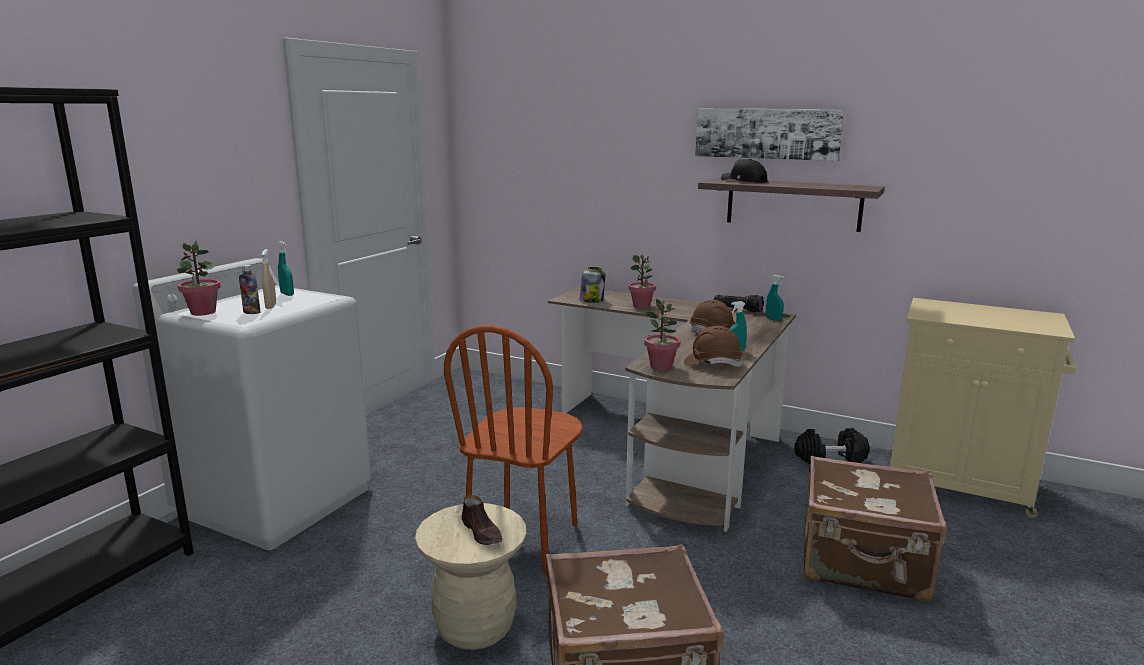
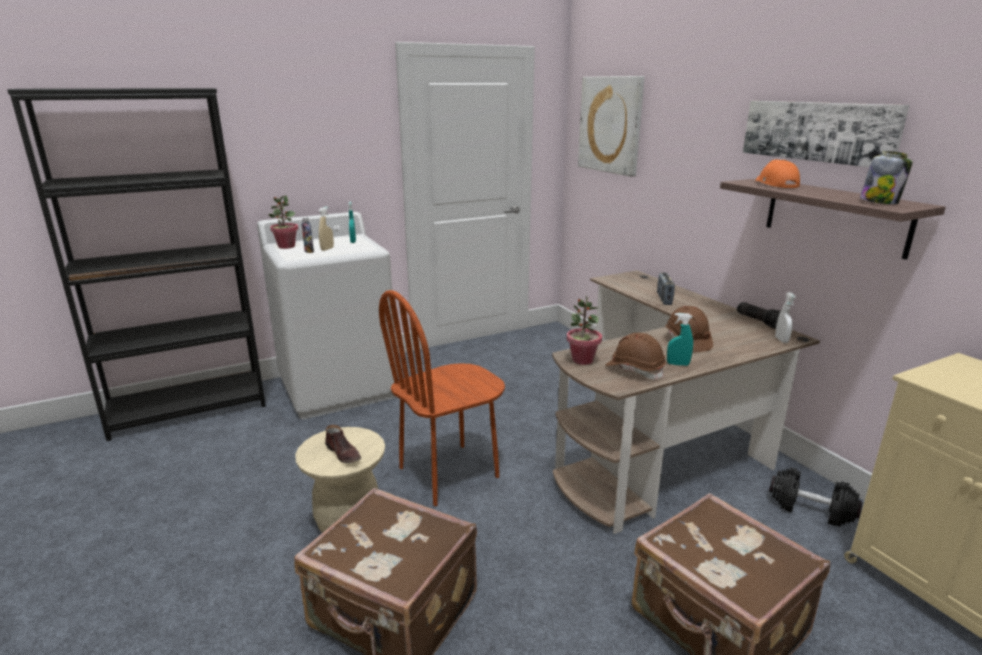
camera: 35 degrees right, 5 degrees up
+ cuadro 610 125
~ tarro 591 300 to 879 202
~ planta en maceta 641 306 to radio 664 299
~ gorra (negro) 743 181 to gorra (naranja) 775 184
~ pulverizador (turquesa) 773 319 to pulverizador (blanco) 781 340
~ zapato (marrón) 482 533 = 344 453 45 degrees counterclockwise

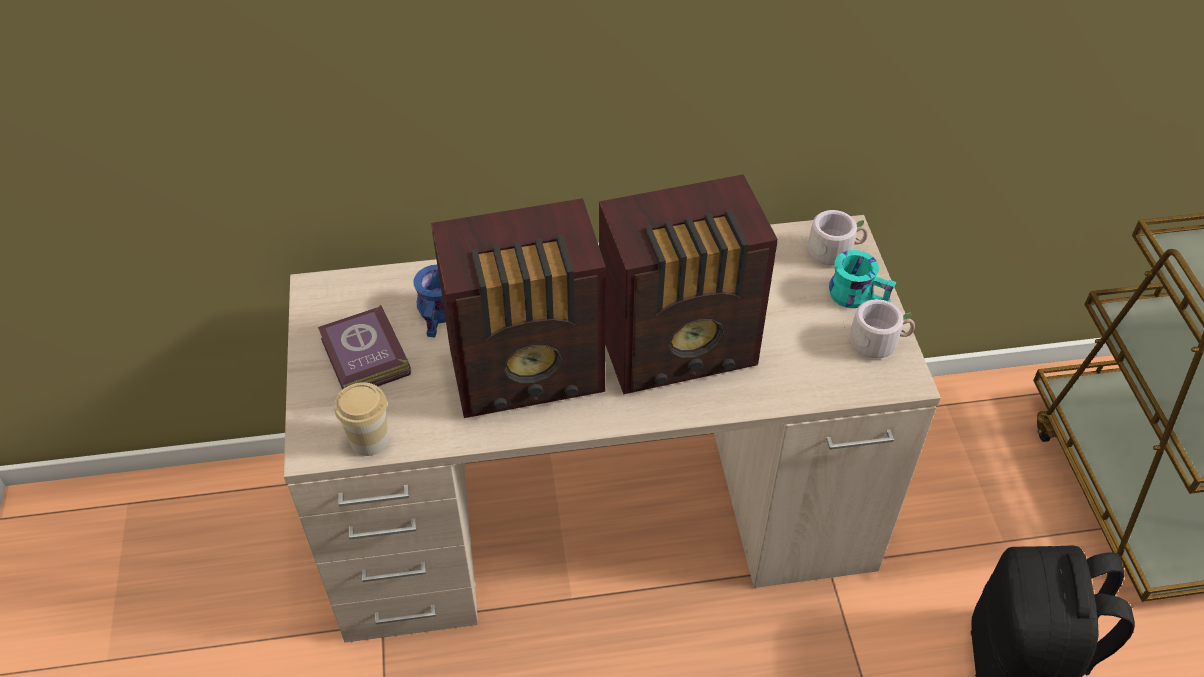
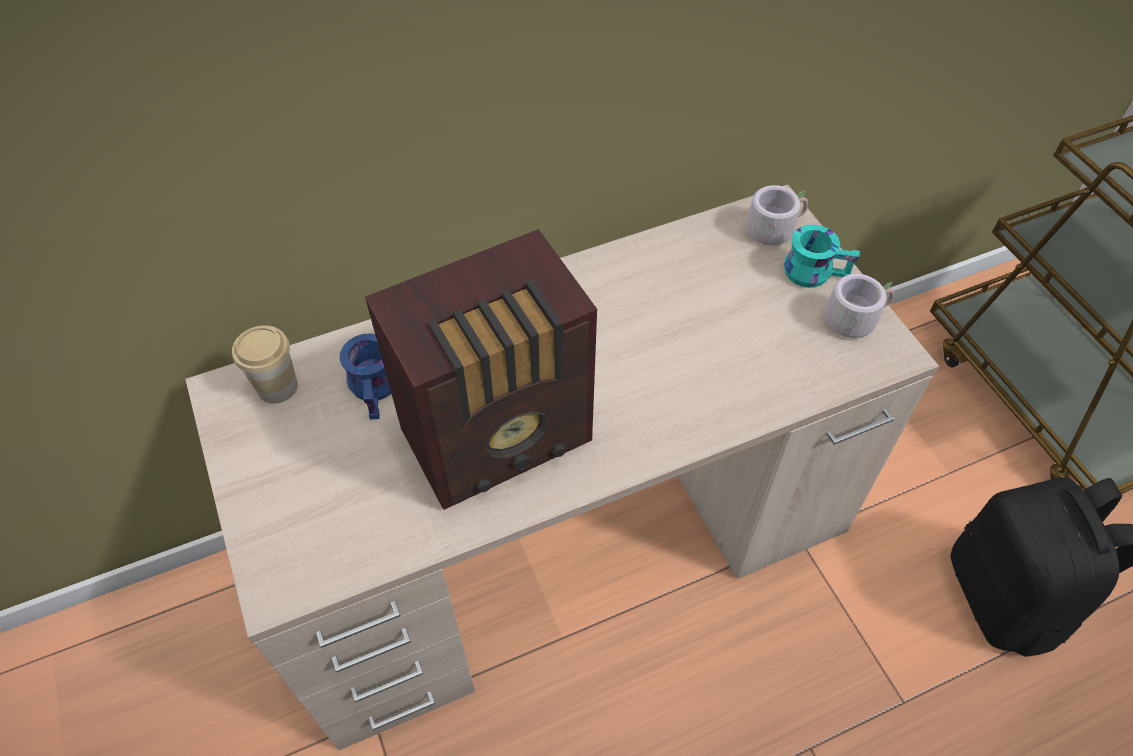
camera: 15 degrees left, 5 degrees up
- libro 364 359
- radio 681 349
~ taza 369 440 to 277 387

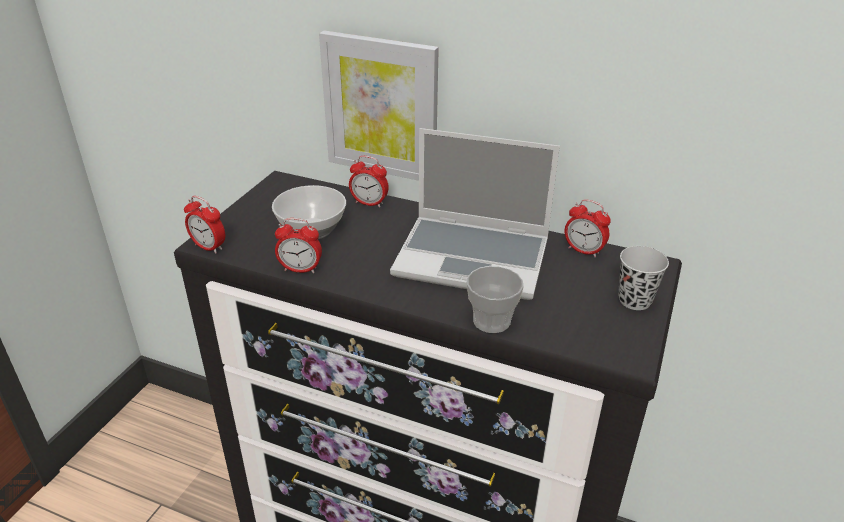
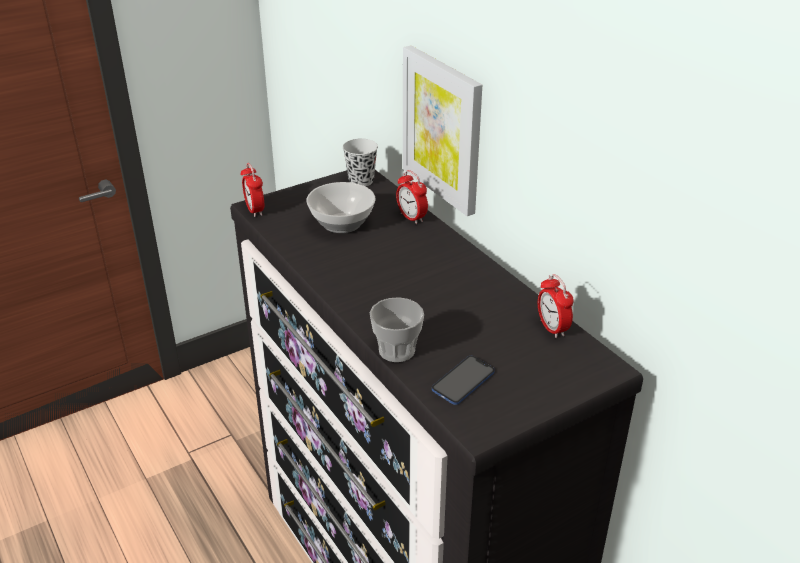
camera: 35 degrees right, 0 degrees up
- despertador 300 269
- portátil 474 258
+ móvil 463 381
~ taza (negro) 634 300 to 361 181

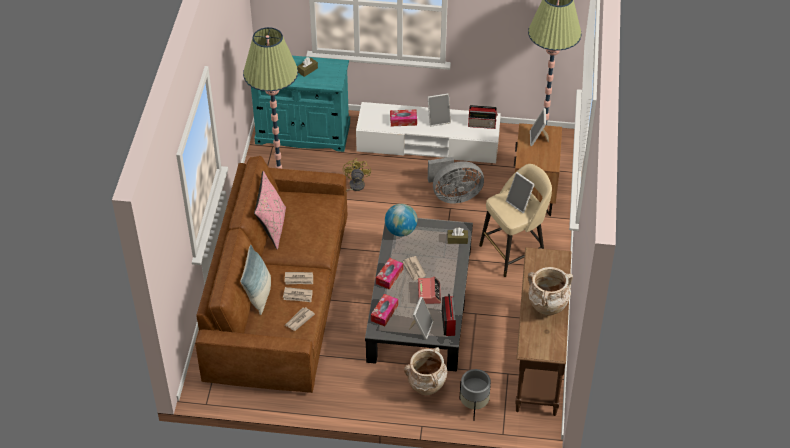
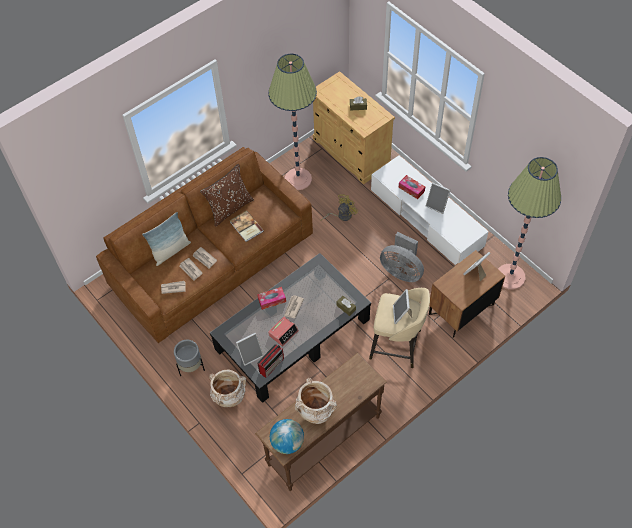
camera: 45 degrees right, 10 degrees up
- caja de pañuelos 384 313
- radio 482 124
+ libro 246 227
~ globo terráqueo 401 231 to 287 442
~ maceta (gris) 474 406 to 191 367
~ armario (turquesa) 302 133 to armario (beis) 351 152
~ cojín (rosa) 272 227 to cojín (marrón) 229 208

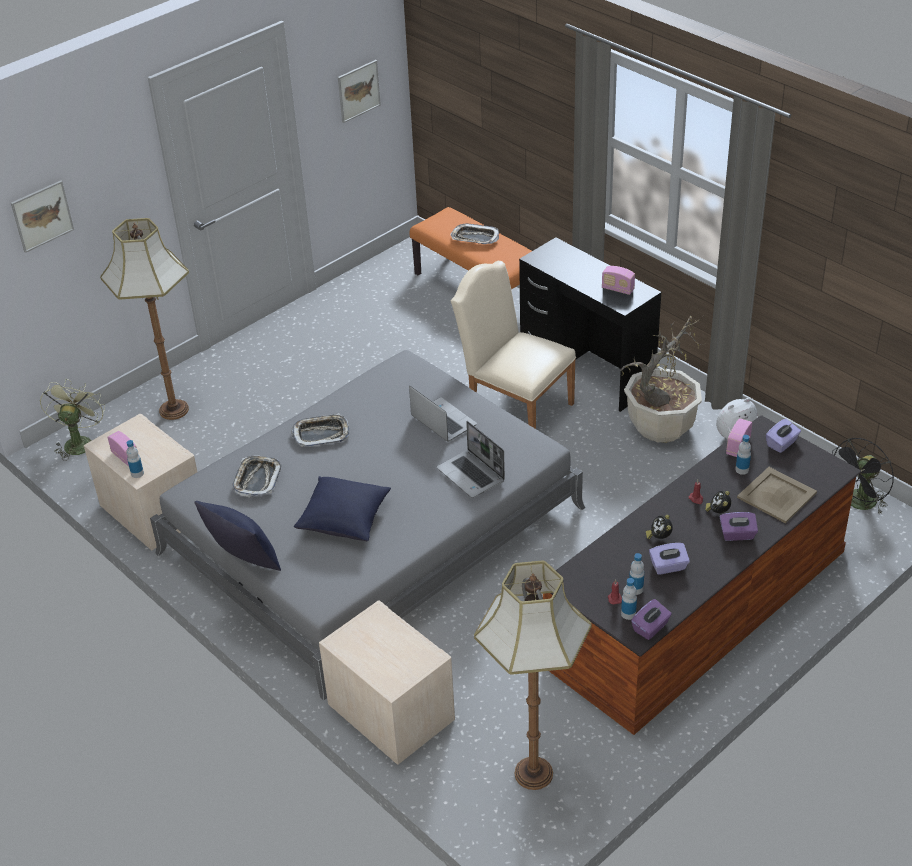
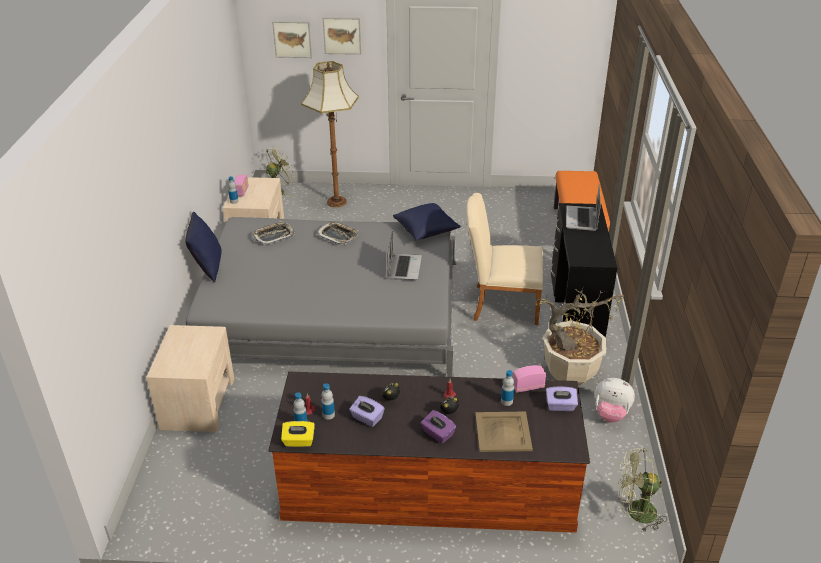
camera: 45 degrees right, 5 degrees down
- bandeja 474 238
- lámpara de pie 532 774
- radio 617 289
~ cojín (azul) 344 519 to 426 230
~ cuadro 358 91 to 342 35
~ portátil 472 475 to 582 219
~ caja de pañuelos (morado) 651 628 to caja de pañuelos (amarillo) 299 441
~ ventilador (negro) 858 504 to ventilador (verde) 635 513
~ silla (beis) 513 406 = 500 304 75 degrees counterclockwise

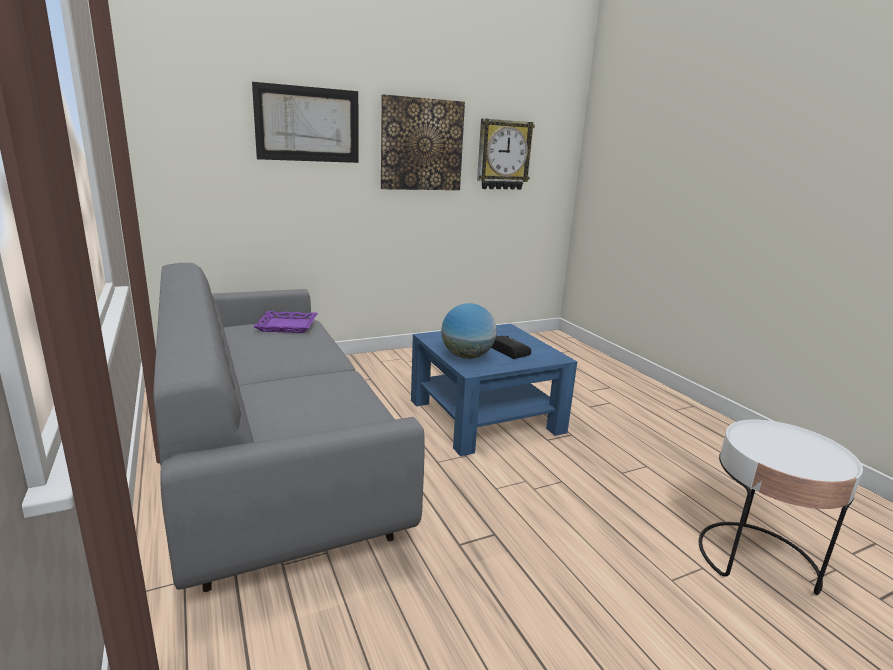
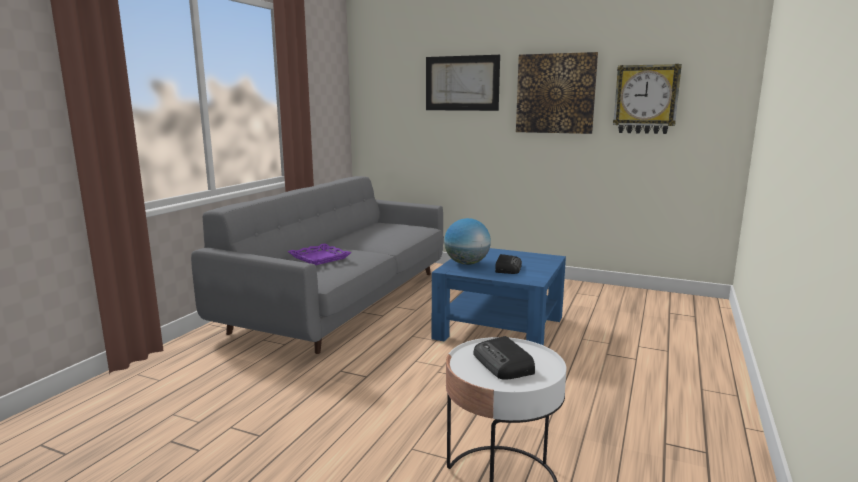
camera: 50 degrees right, 5 degrees down
+ radio 503 364
~ bandeja (morado) 287 326 to 319 258

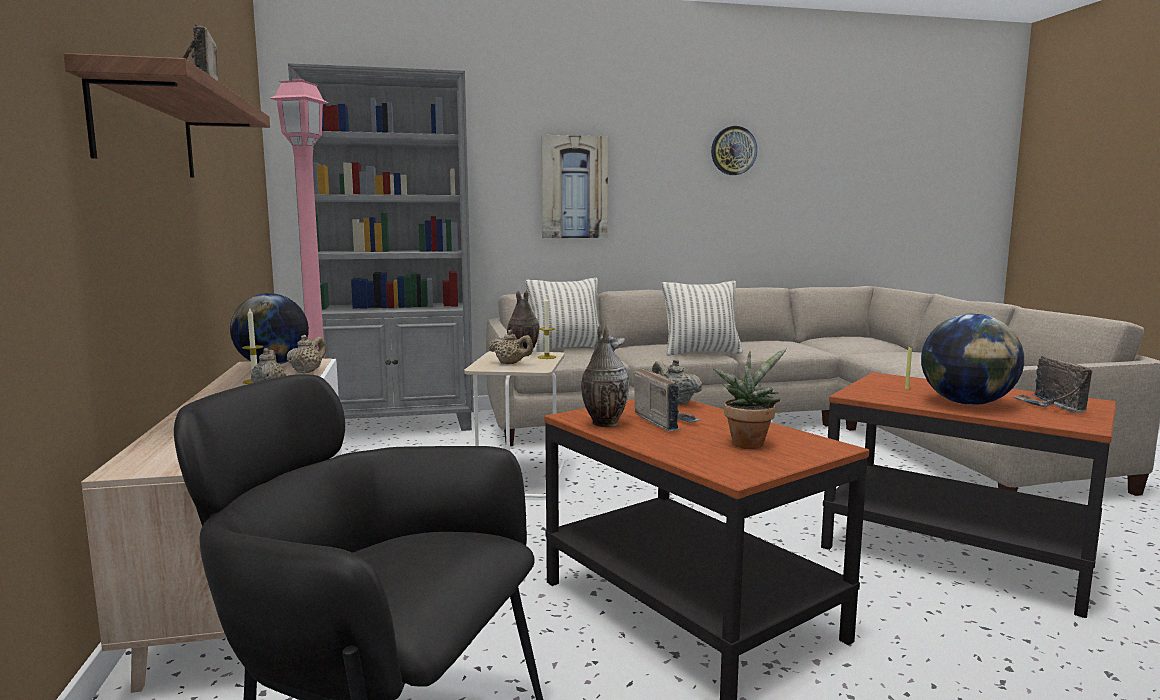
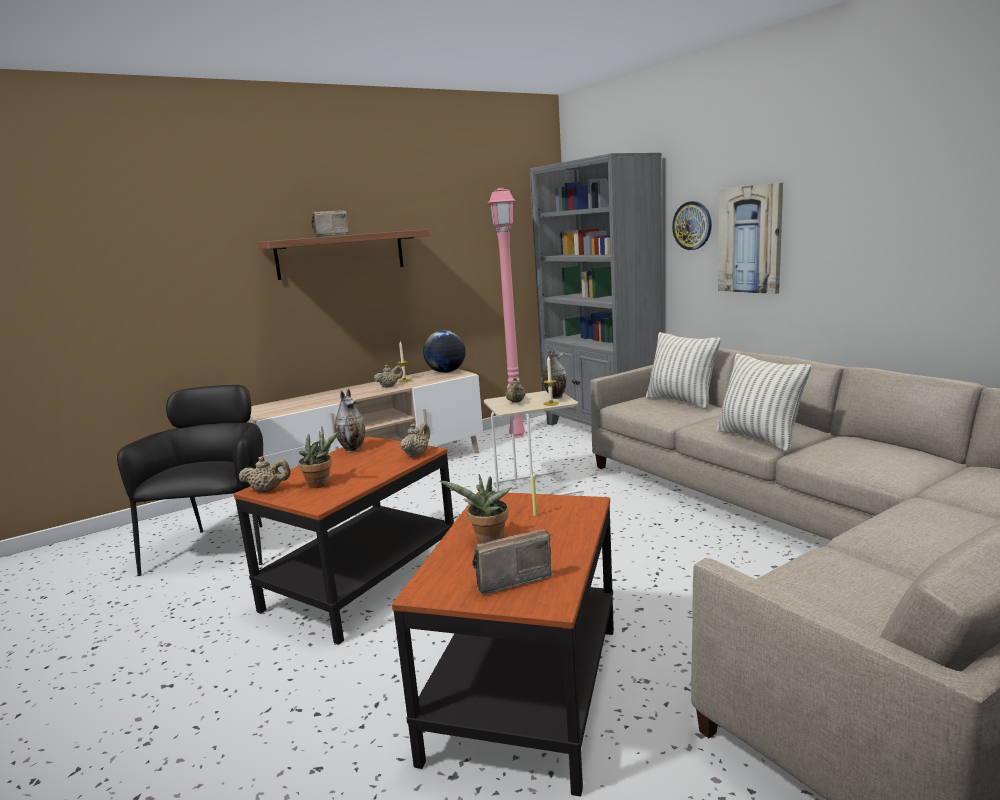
camera: 70 degrees right, 5 degrees up
- radio 664 421
~ tetera (beis) 307 372 to 267 490
~ reloj de pared 733 150 to 692 225
~ globo terráqueo 967 403 to planta en maceta 487 541

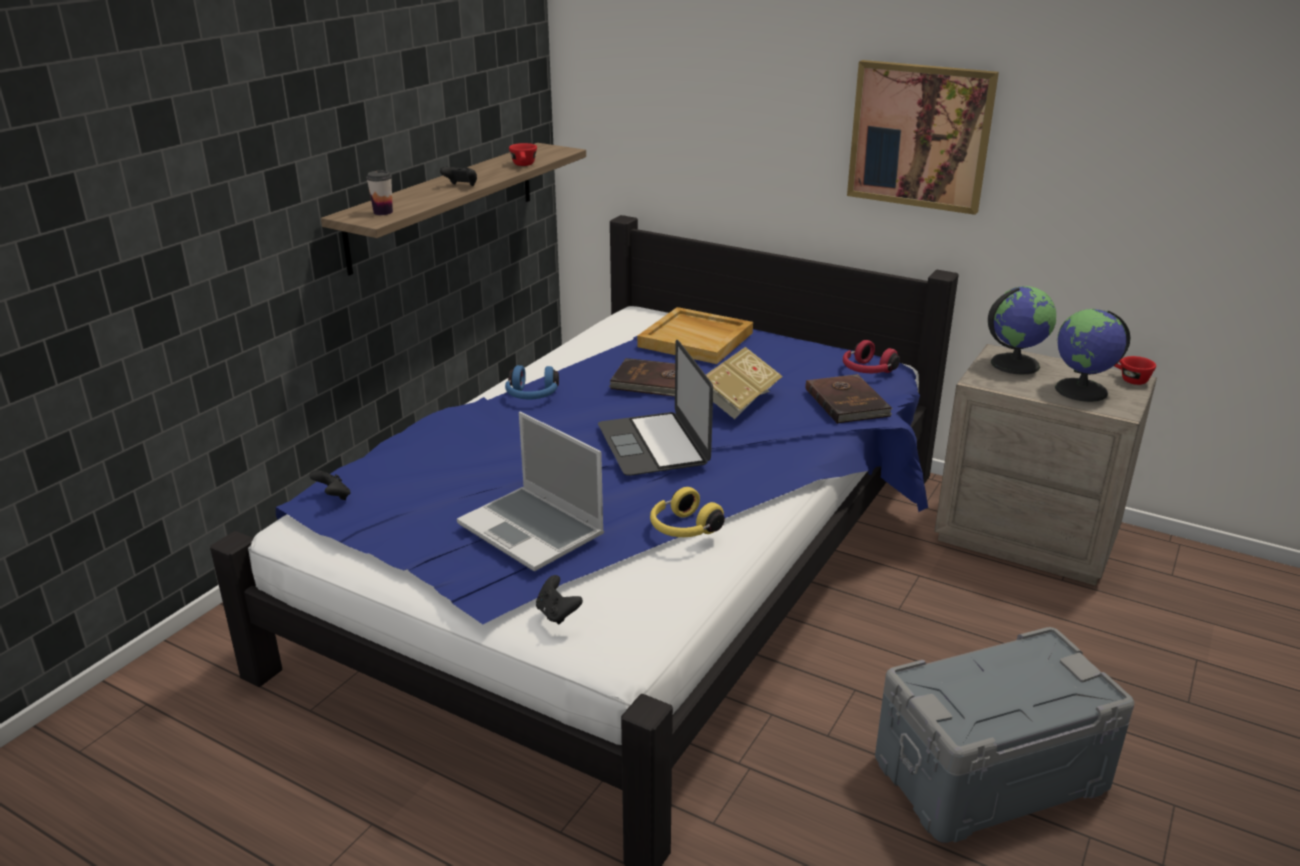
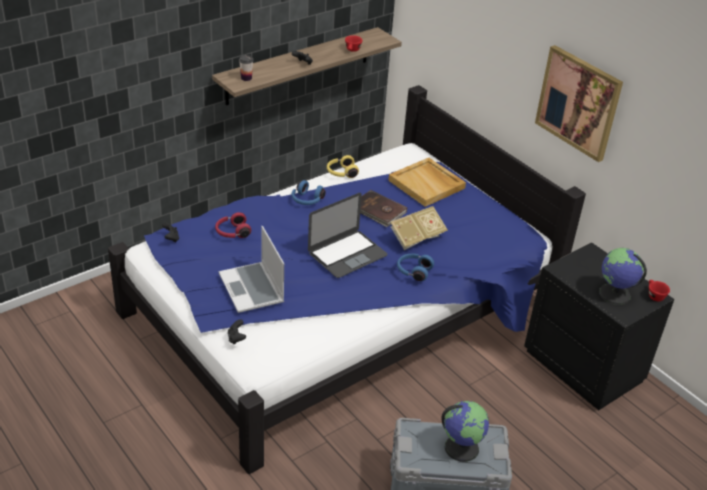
camera: 20 degrees right, 10 degrees up
- libro (marrón) 848 402
+ auriculares (azul) 413 271
~ auriculares (amarillo) 683 529 to 341 173
~ auriculares (rojo) 867 371 to 232 232
~ globo terráqueo 1014 364 to 461 447
~ mesita de noche (beis) 1027 536 to mesita de noche (negro) 584 366
~ portátil 653 444 = 347 254 135 degrees counterclockwise

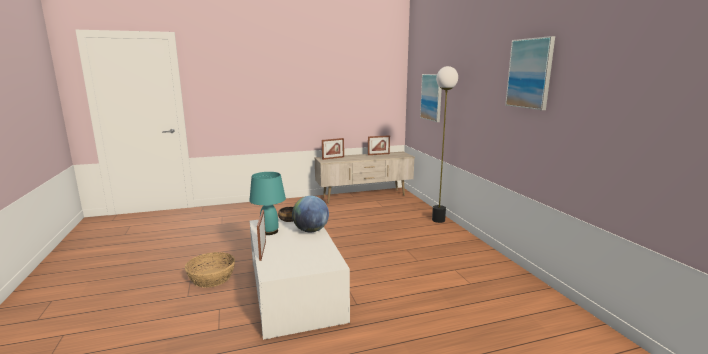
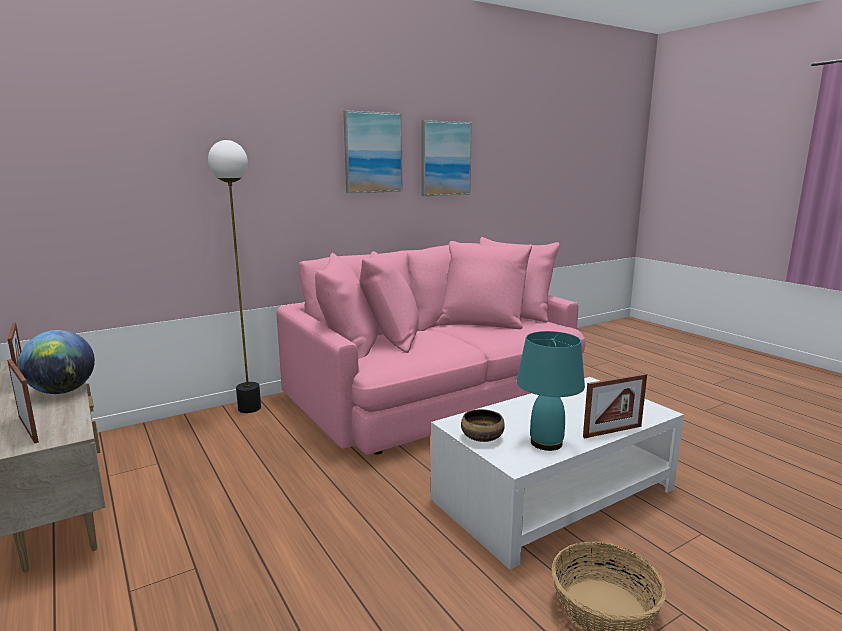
camera: 105 degrees left, 0 degrees up
+ sofá (rosa) 434 395
~ globo terráqueo 311 231 to 63 391
~ cuadro 432 97 to 445 159

